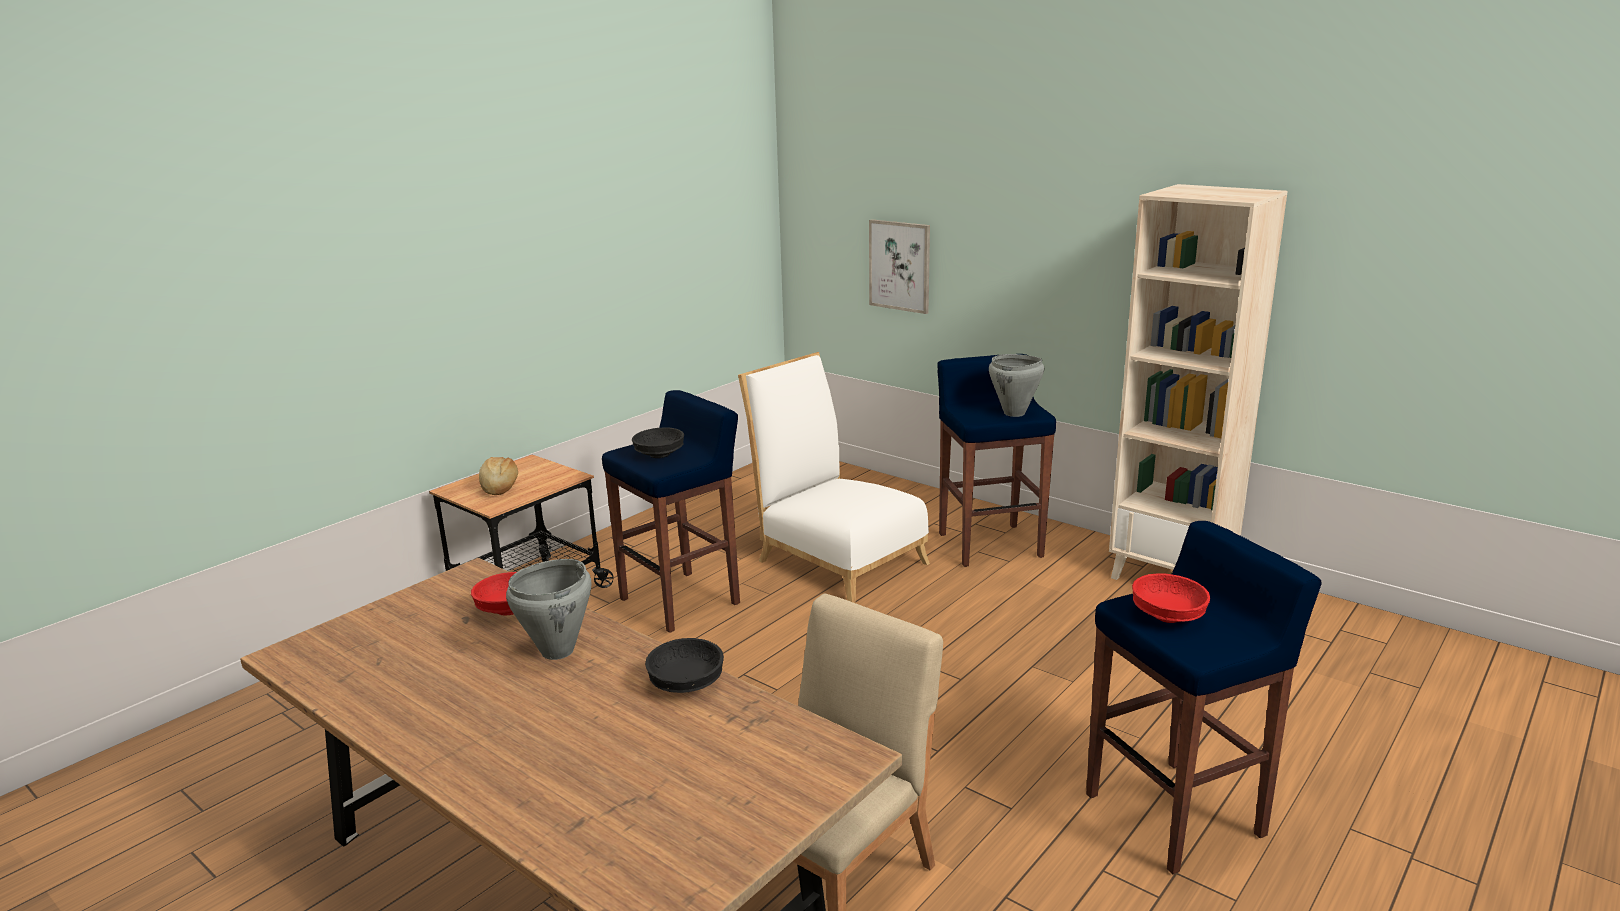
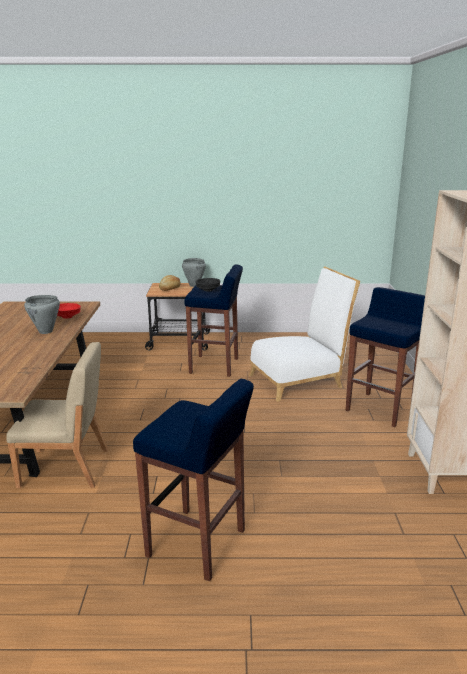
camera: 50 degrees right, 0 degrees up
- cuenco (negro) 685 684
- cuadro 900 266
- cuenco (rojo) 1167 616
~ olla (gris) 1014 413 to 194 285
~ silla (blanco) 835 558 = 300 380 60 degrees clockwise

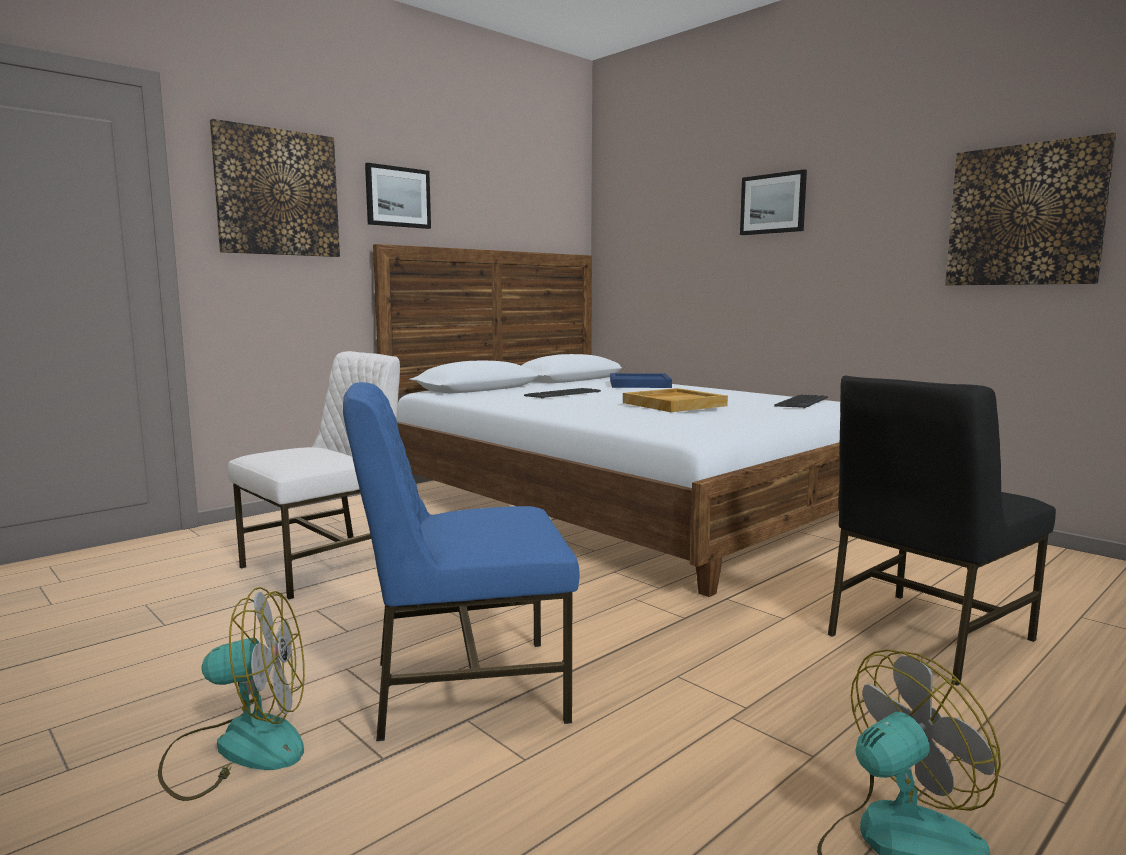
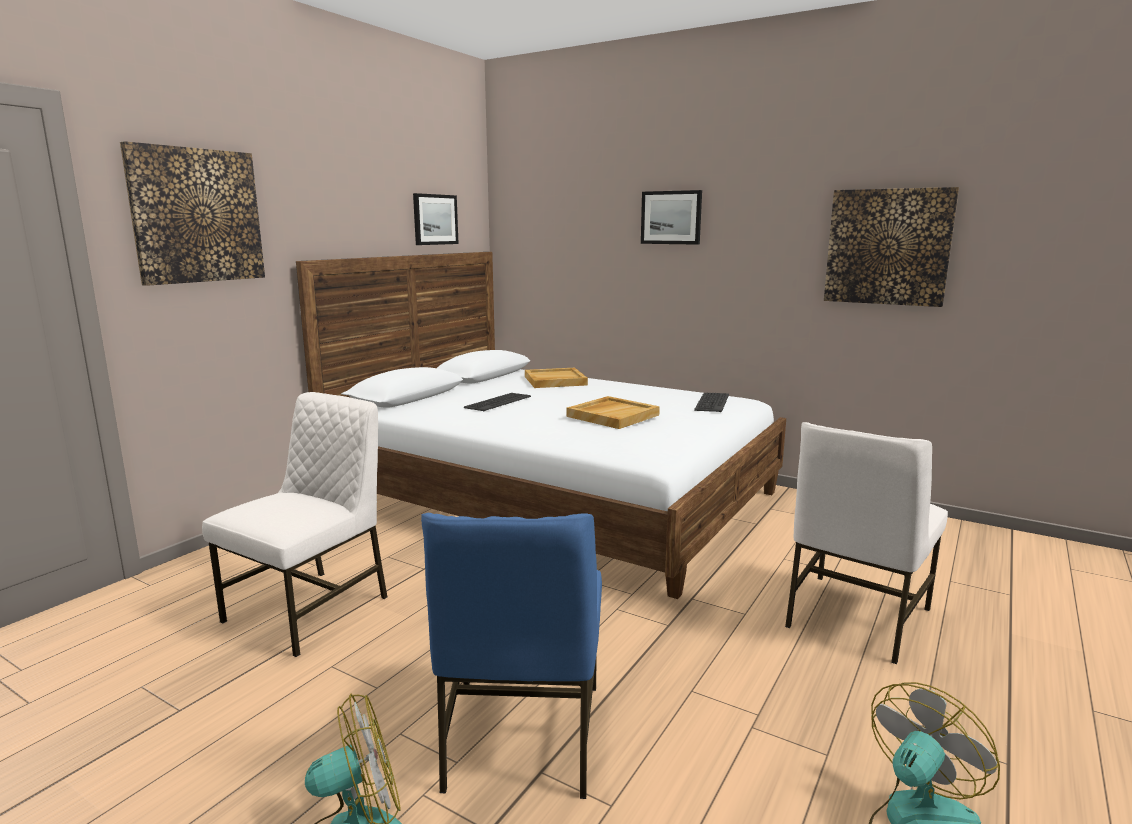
camera: 15 degrees left, 5 degrees up
~ cuadro 397 197 to 435 219
~ bandeja (azul) 639 384 to bandeja (beis) 555 381
~ silla (negro) 924 636 to silla (blanco) 854 617
~ silla (azul) 464 688 = 520 737 60 degrees counterclockwise

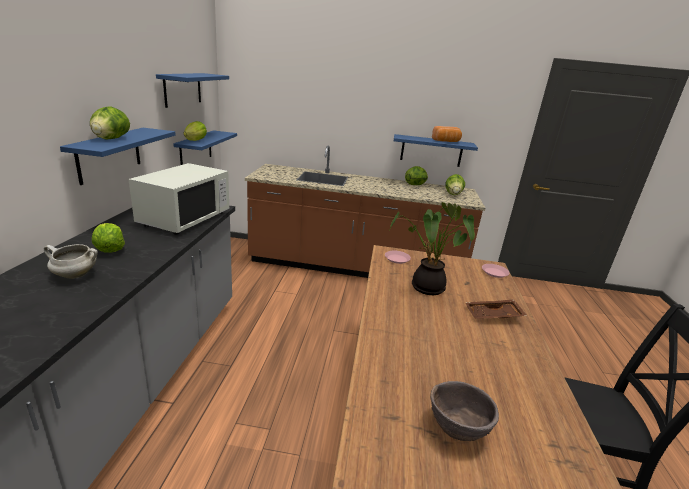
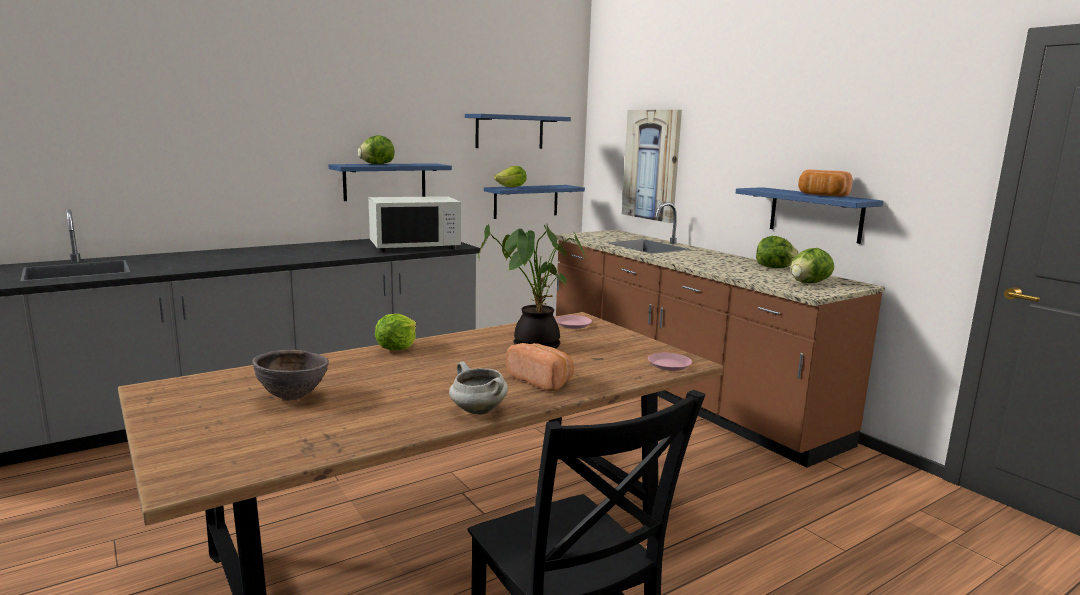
camera: 50 degrees right, 10 degrees down
+ cuadro 651 165
~ olla (blanco) 74 275 to 477 411
~ lechuga 109 250 to 396 348
~ bandeja (marrón) 493 316 to pan 541 381

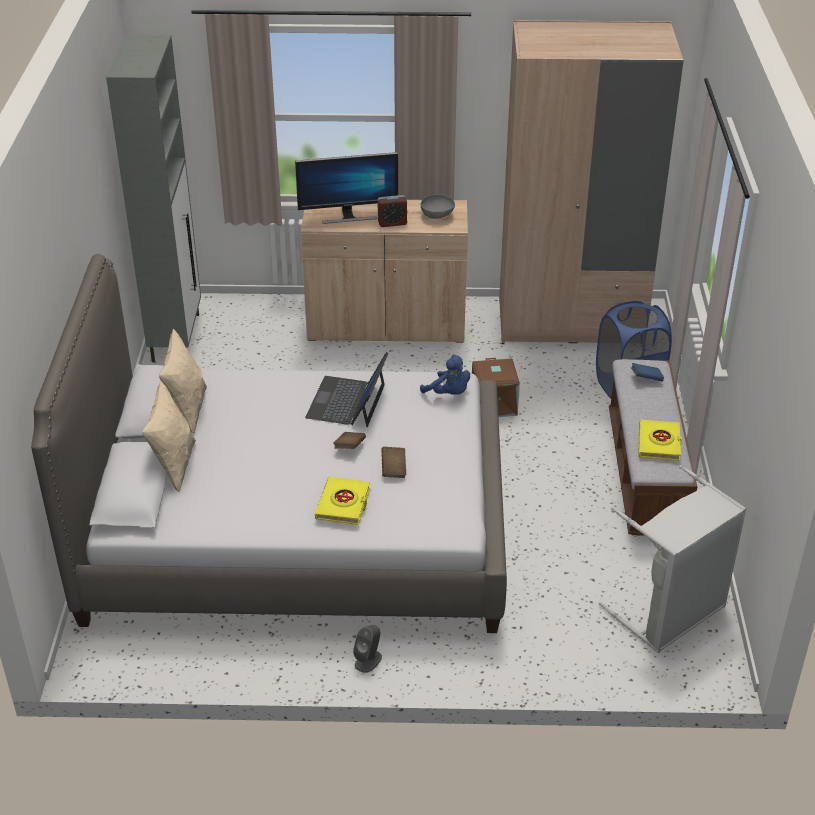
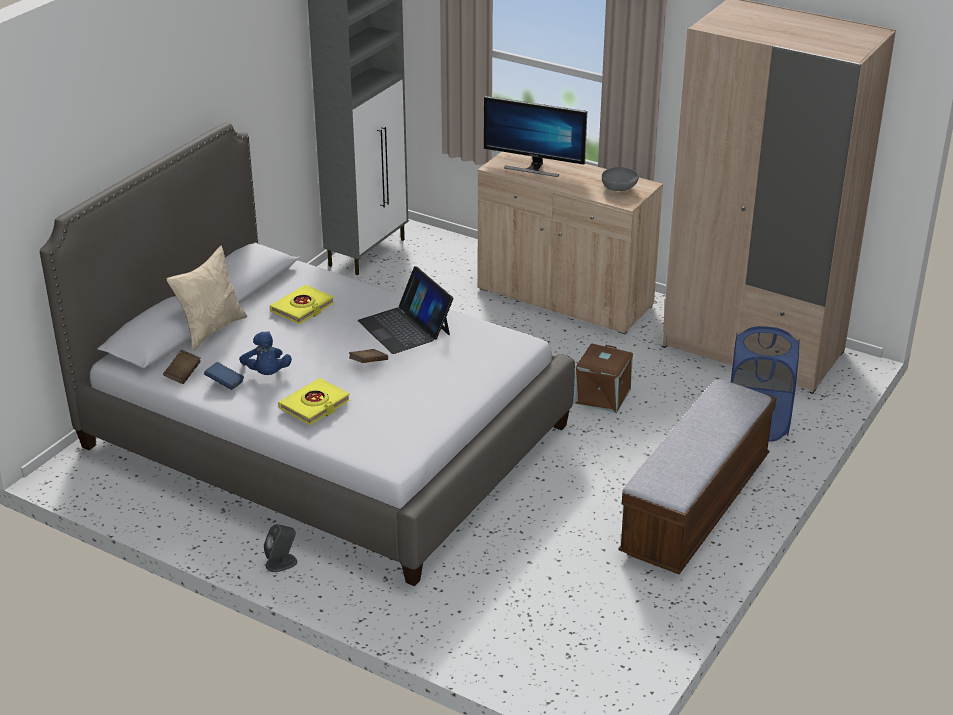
camera: 30 degrees right, 5 degrees down
- cojín (beis) 187 410
- despertador 392 223
- cesto de la ropa (gris) 671 614
~ libro (marrón) 393 469 to 183 374
~ peluche (azul) 448 393 to 266 373
~ libro (azul) 646 379 to 225 383
~ libro (amarillo) 659 443 to 302 308
~ portátil 347 401 = 405 327 75 degrees counterclockwise

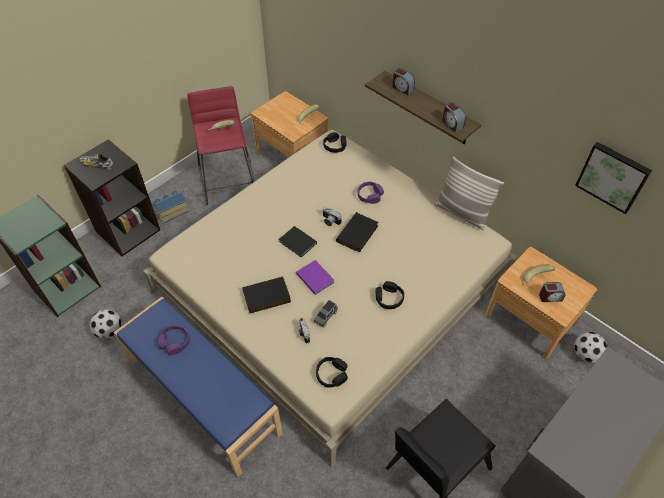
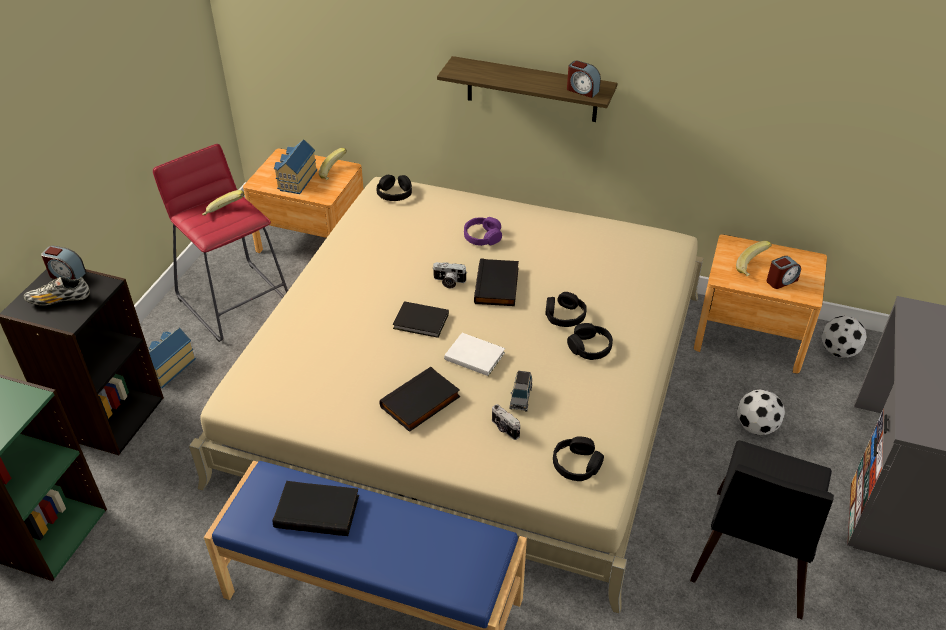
camera: 25 degrees left, 10 degrees down
- cojín 462 213
- cuadro 613 176
+ casita 296 180
+ auriculares (negro) 564 316
~ balón de fútbol 110 331 to 756 427
~ despertador 402 88 to 67 275
~ auriculares (morado) 175 342 to libro (negro) 318 510
~ libro (morado) 315 277 to libro (blanco) 473 355

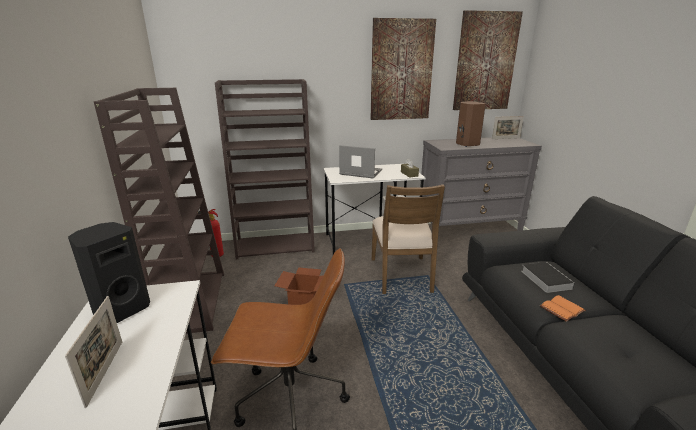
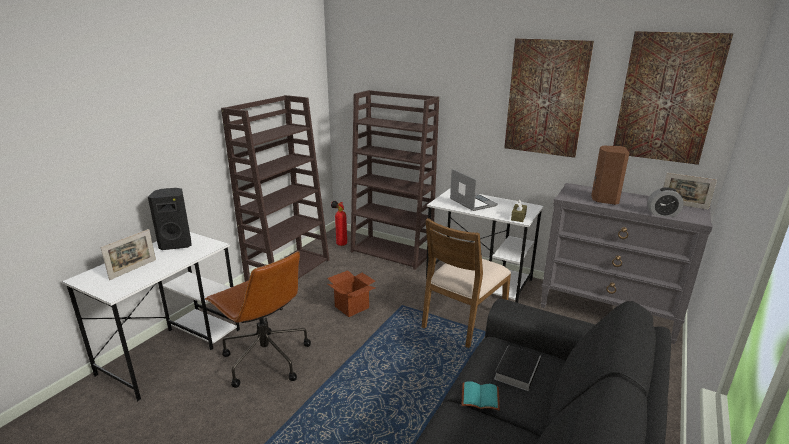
camera: 40 degrees right, 0 degrees up
+ despertador 662 214
~ libro (naranja) 562 310 to libro (turquesa) 479 398

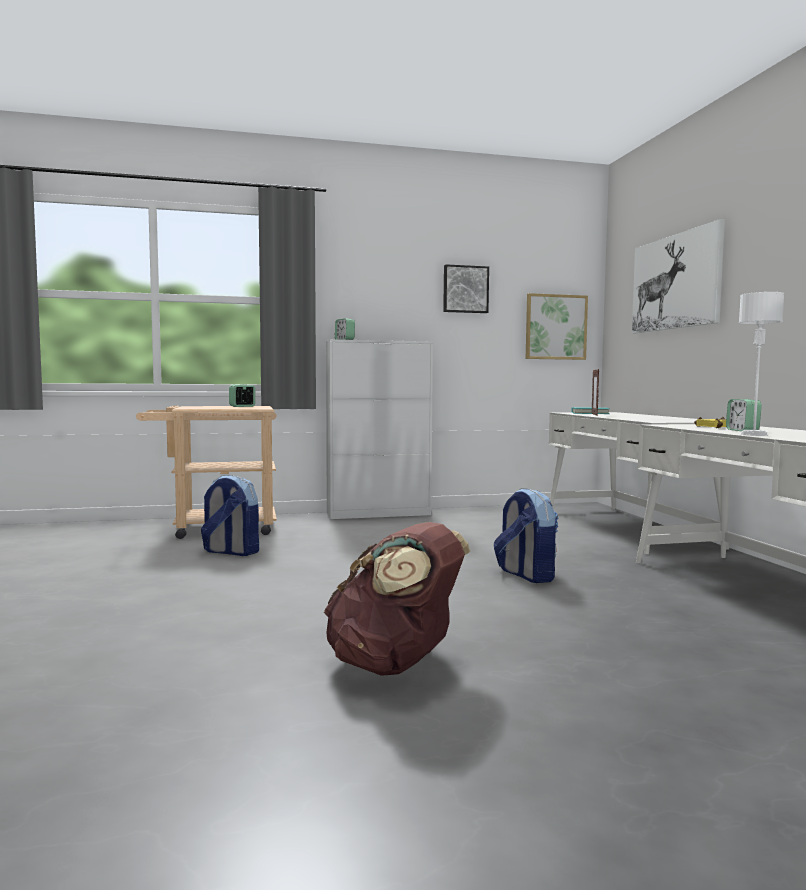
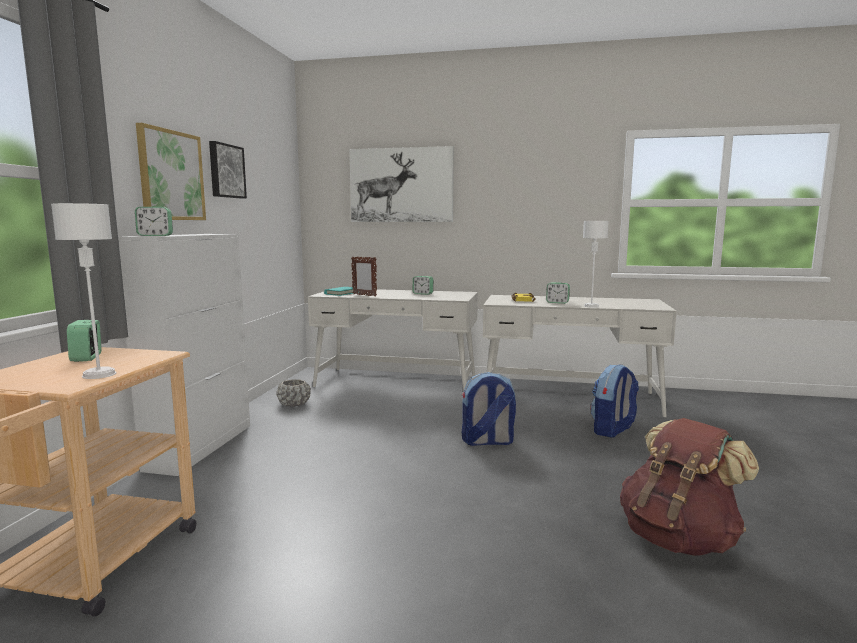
camera: 65 degrees left, 5 degrees up
+ lámpara de mesa (blanco) 98 375
+ maceta (gris) 294 404
+ despertador 423 293
~ mochila 230 552 to 613 430
~ cuadro 555 327 to 171 175

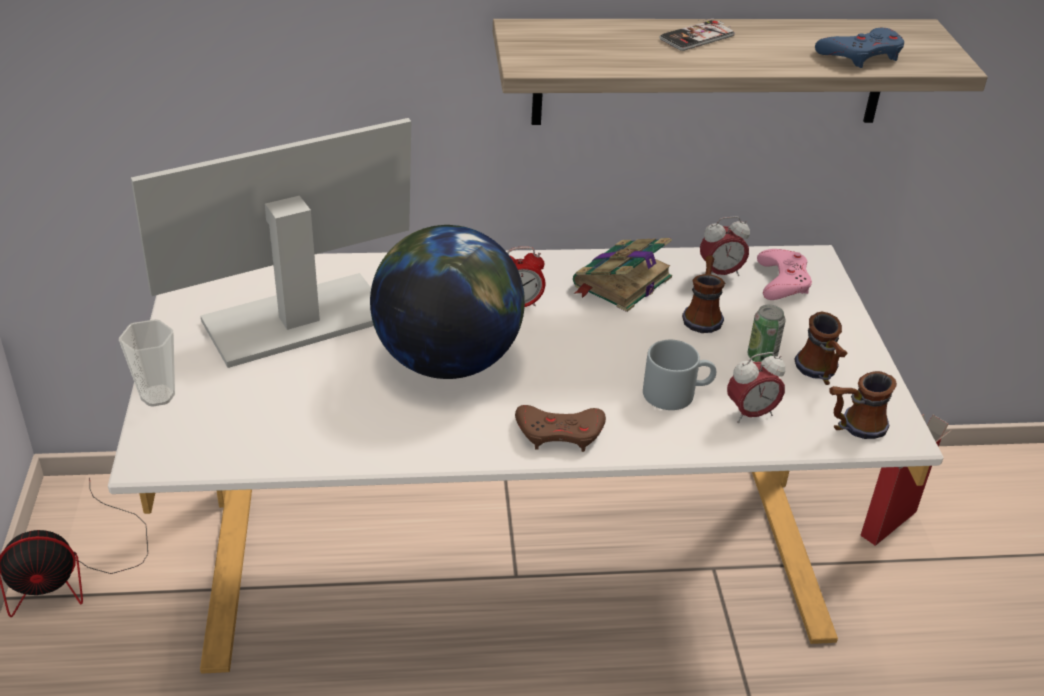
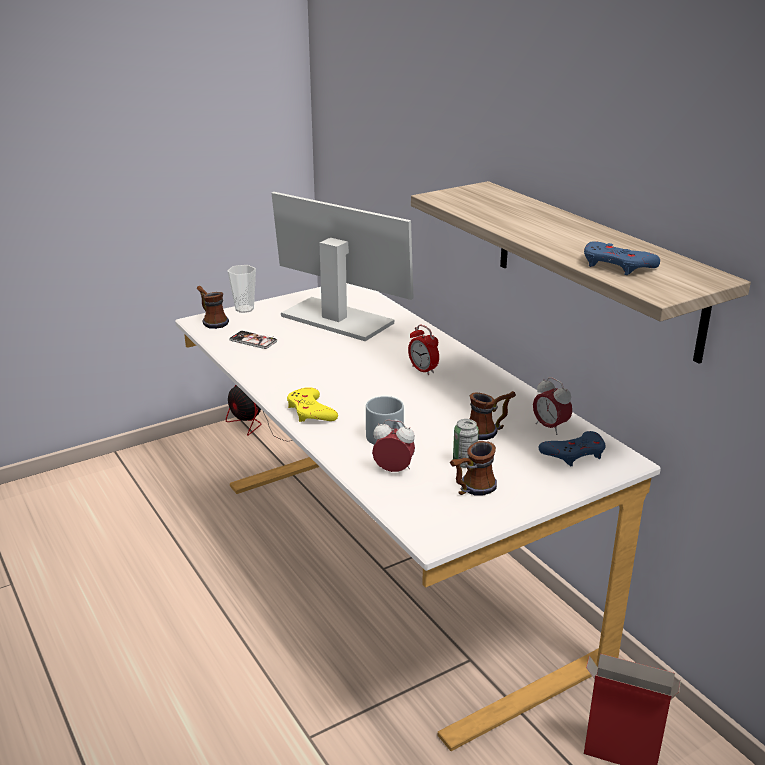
camera: 65 degrees right, 10 degrees down
- globo terráqueo 447 361
- libro 620 282
~ móvil 697 37 to 253 341
~ taza grande 852 427 to 212 321
~ mando de consola (marrón) 560 433 to mando de consola (amarillo) 310 411
~ mando de consola (rosa) 782 281 to mando de consola (azul) 574 453
~ despertador 751 414 = 393 470 150 degrees clockwise

